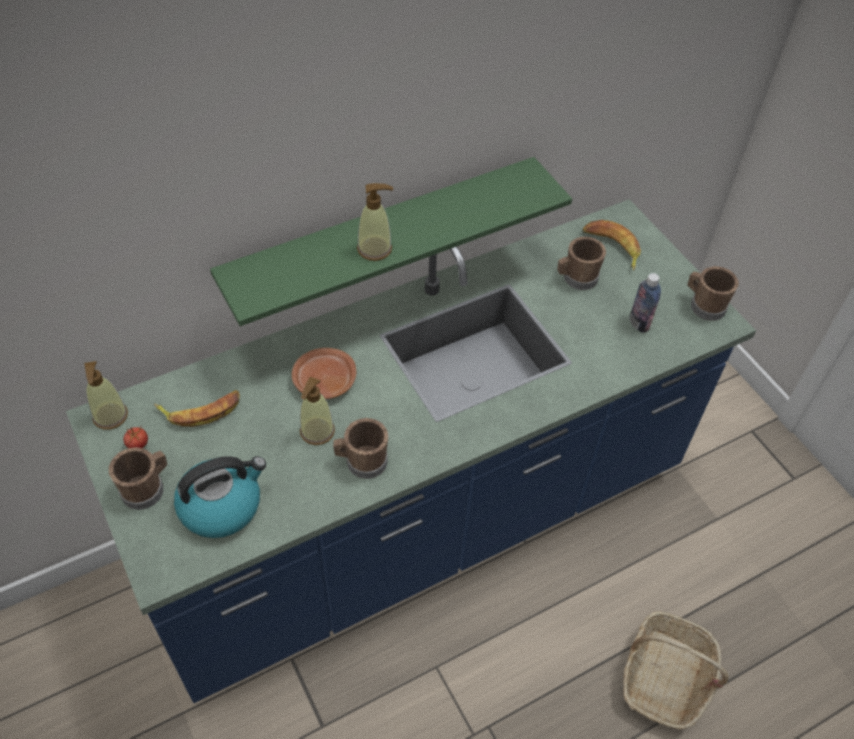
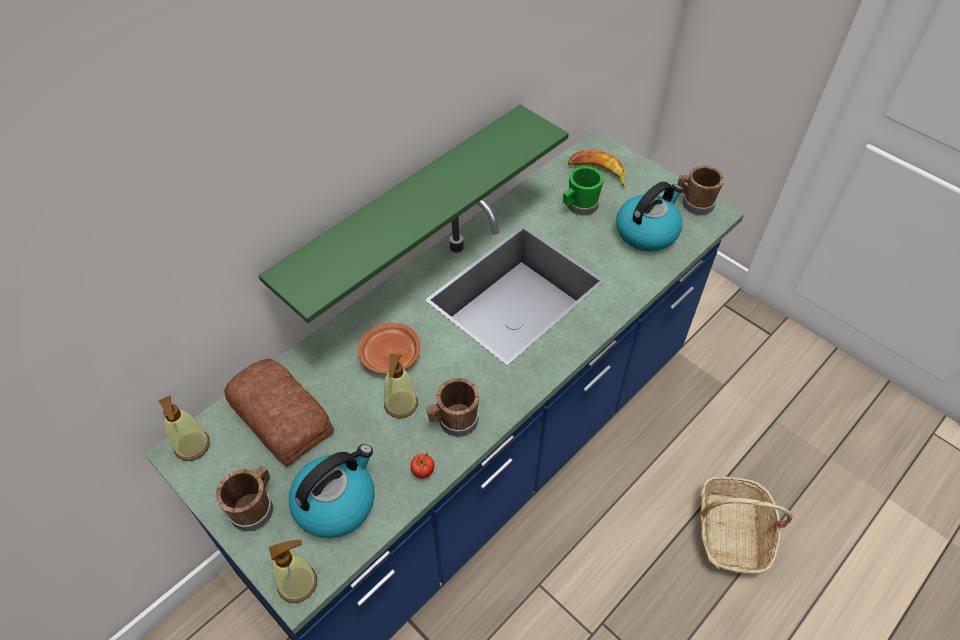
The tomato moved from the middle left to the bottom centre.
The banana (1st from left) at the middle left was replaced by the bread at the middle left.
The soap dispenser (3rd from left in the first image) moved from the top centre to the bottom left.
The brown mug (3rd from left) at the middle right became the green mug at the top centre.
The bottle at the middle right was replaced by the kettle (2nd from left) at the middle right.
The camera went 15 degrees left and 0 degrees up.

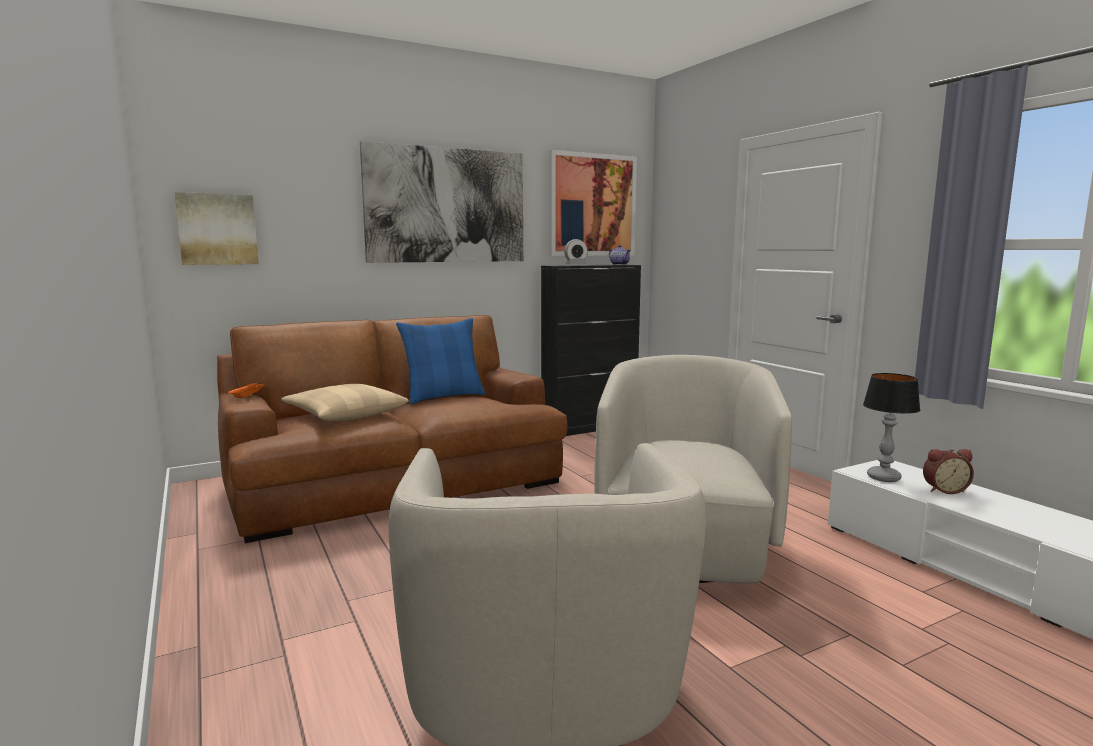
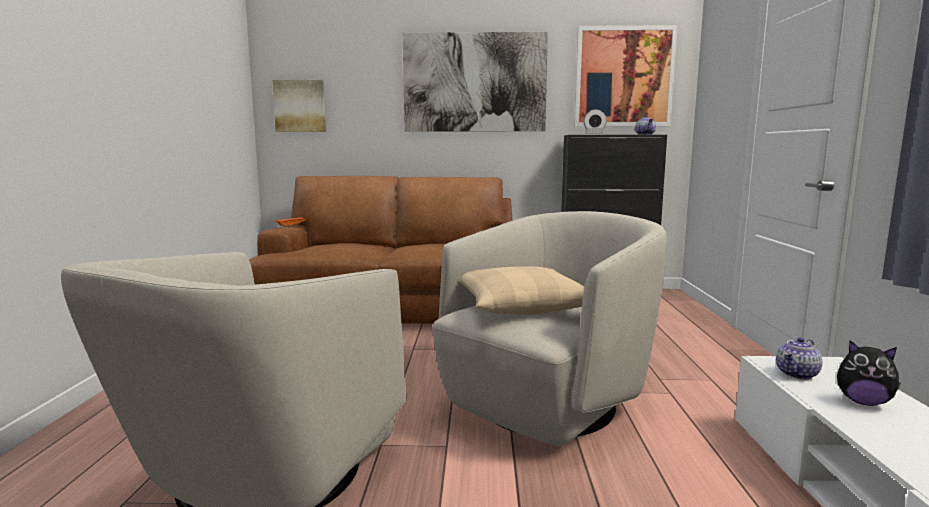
The beige pillow moved from the middle left to the centre.
The blue pillow at the centre disappeared.
The table lamp at the middle right was replaced by the teapot (2nd from left) at the bottom right.
The alarm clock (2nd from left) at the middle right was replaced by the plush toy at the bottom right.
The camera went 30 degrees right and 0 degrees up.

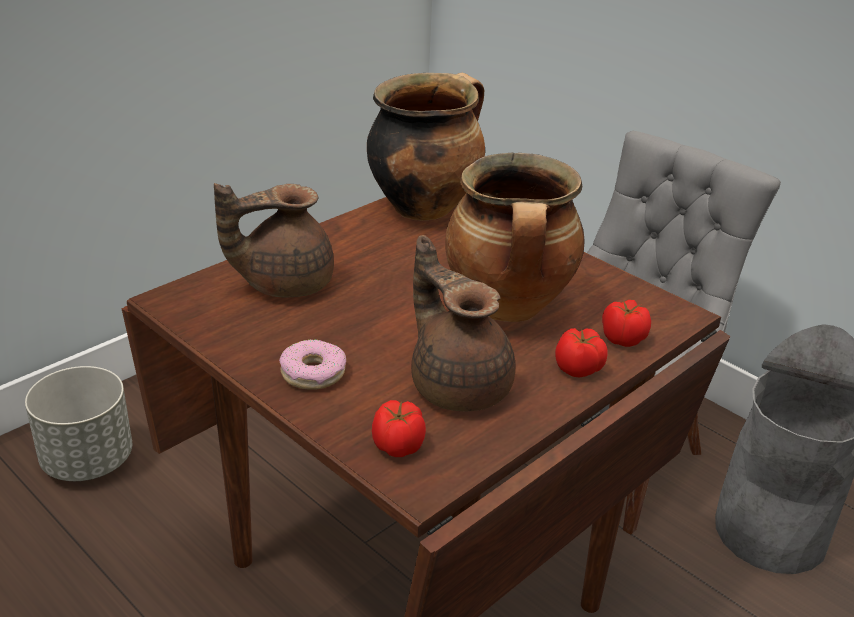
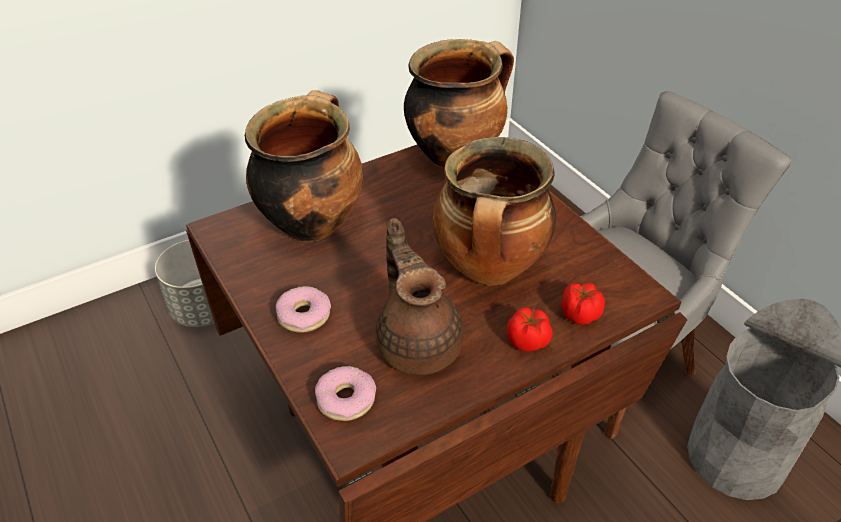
The brown teapot (1st from left) at the middle left was replaced by the cooking pot (1st from left) at the top centre.
The tomato (1st from left) at the bottom centre was replaced by the donut (2nd from left) at the bottom centre.
The camera went 15 degrees right and 10 degrees up.

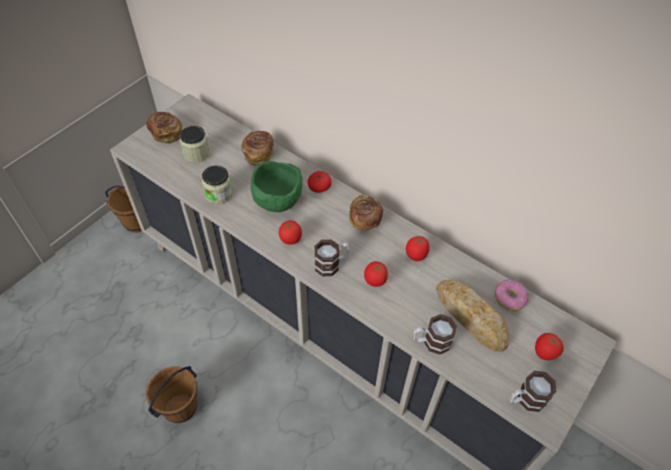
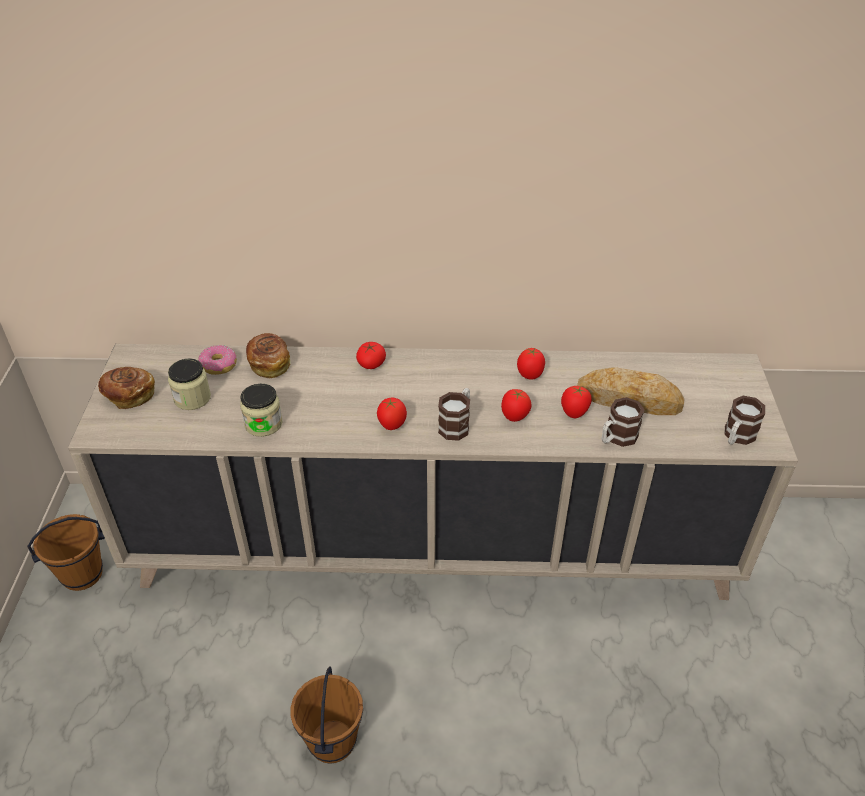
The green bowl at the centre disappeared.
The bread (3rd from left) at the centre disappeared.
The donut moved from the middle right to the middle left.
The tomato (5th from left) moved from the bottom right to the centre.
The camera went 35 degrees left and 10 degrees down.

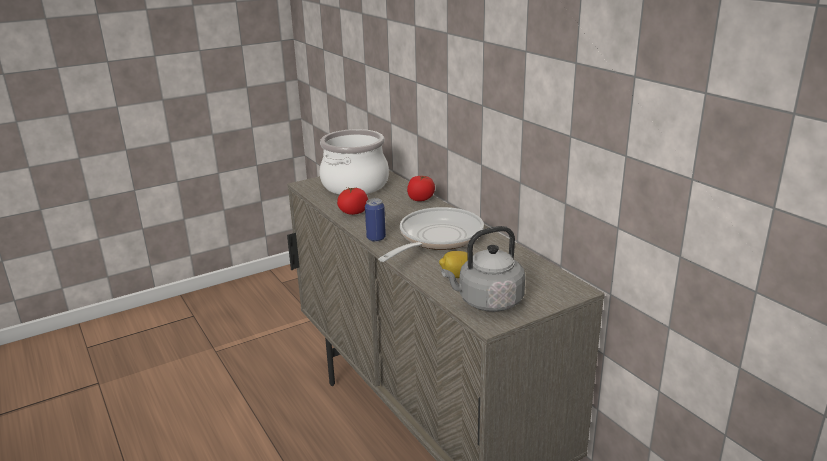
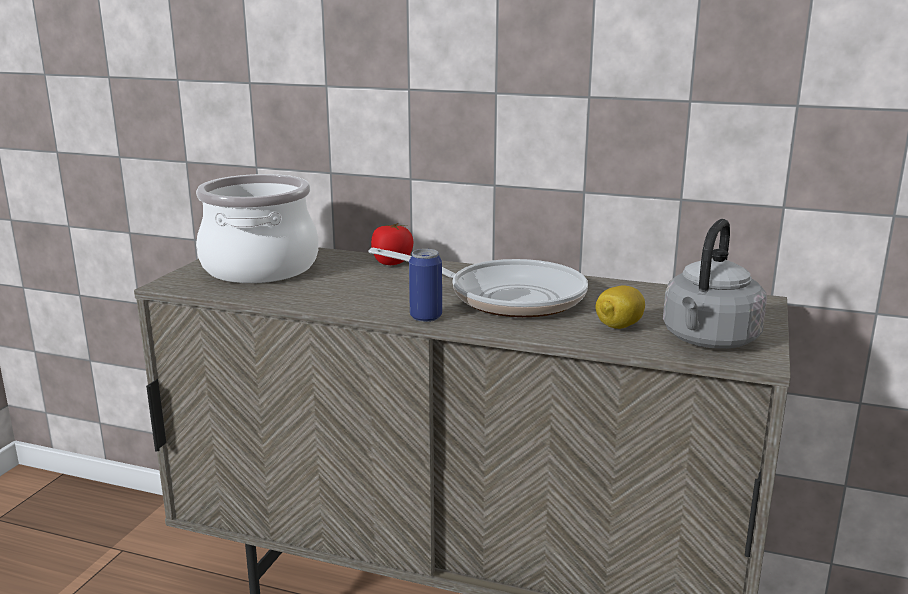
The tomato (1st from left) at the centre disappeared.
The frying pan at the centre turned 120 degrees clockwise.
The camera went 40 degrees left and 5 degrees down.

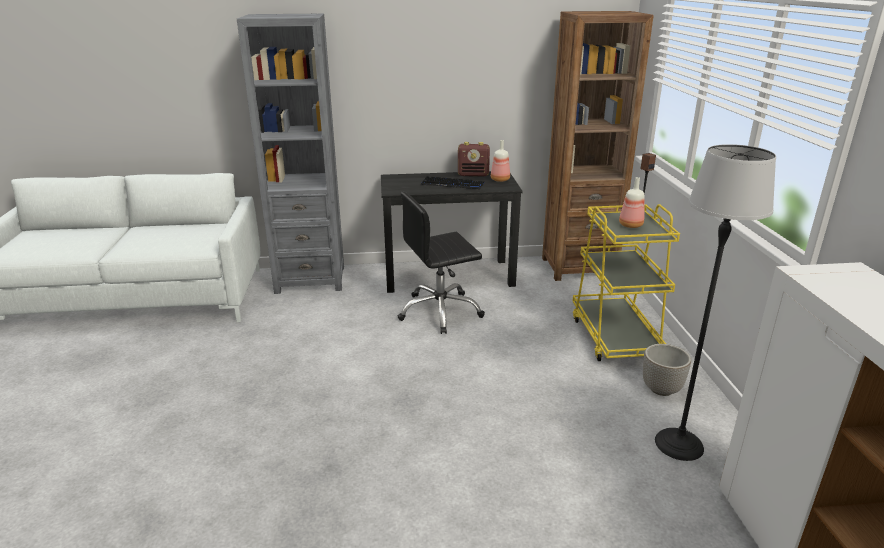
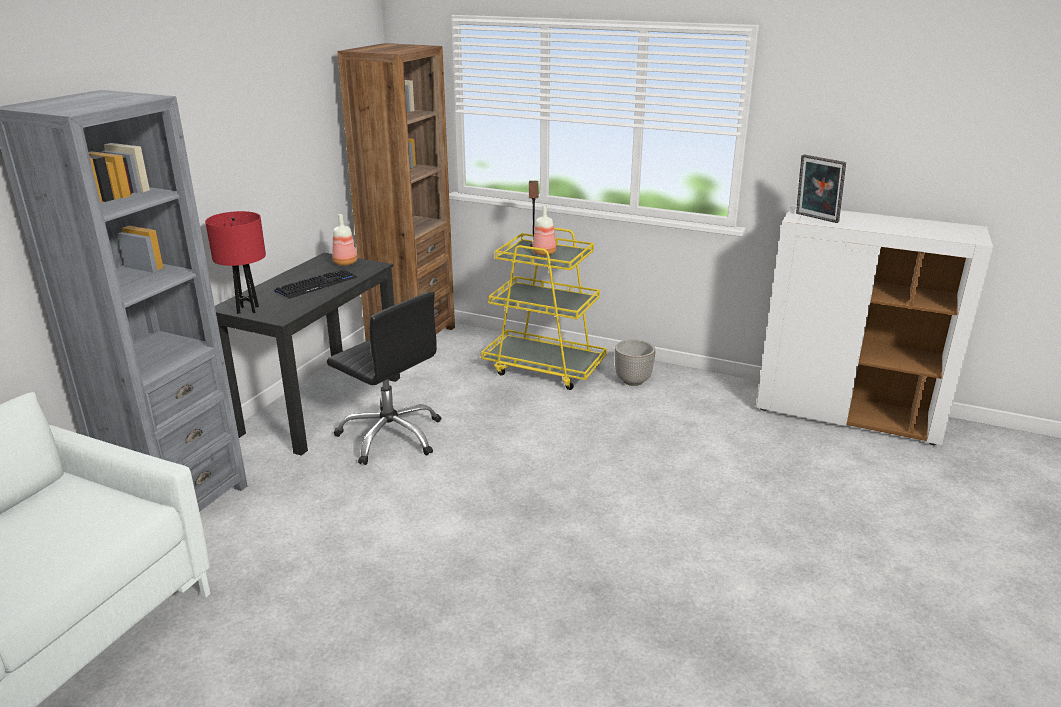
The black office chair at the centre turned 60 degrees counterclockwise.
The radio at the top centre disappeared.
The floor lamp at the middle right disappeared.
The red table lamp at the middle left appeared.
The picture frame at the top right appeared.
The camera went 60 degrees left and 0 degrees up.

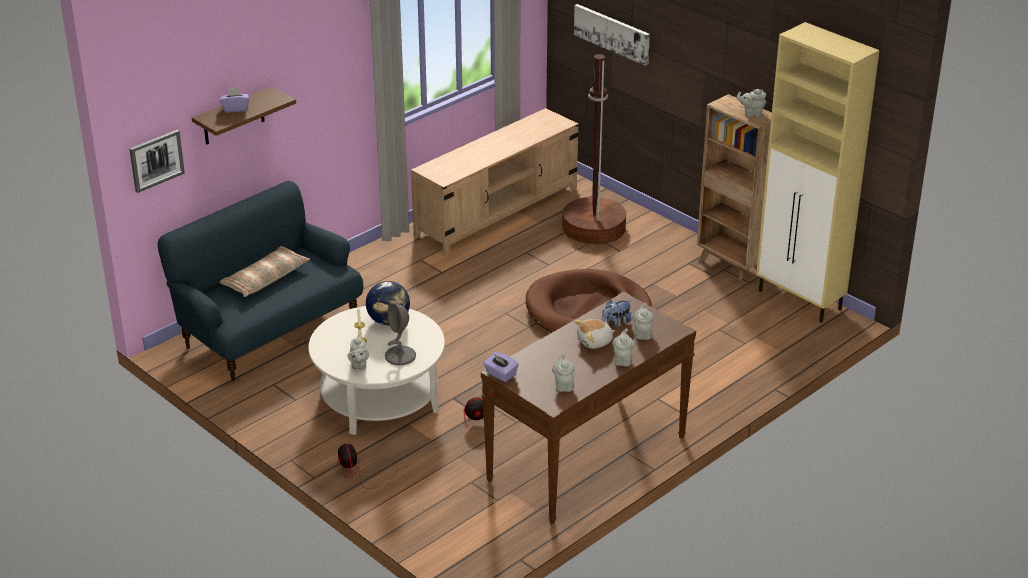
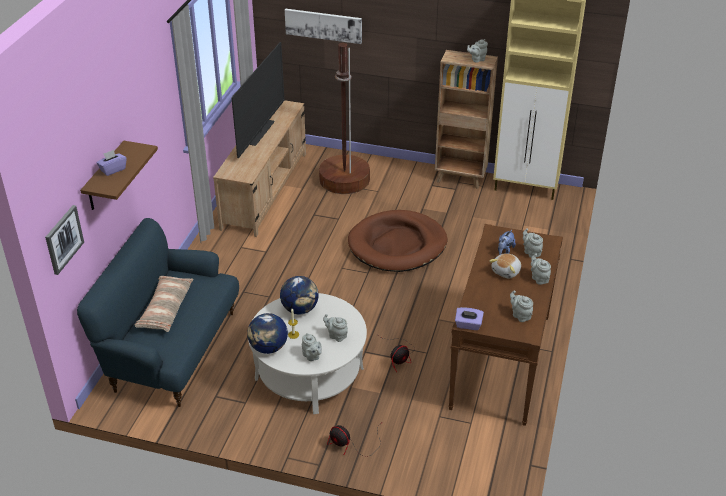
The grey table lamp at the centre was replaced by the grey teapot (2nd from left) at the centre.
The television at the top centre appeared.
The globe (1st from left) at the bottom centre appeared.
The camera went 30 degrees left and 5 degrees up.

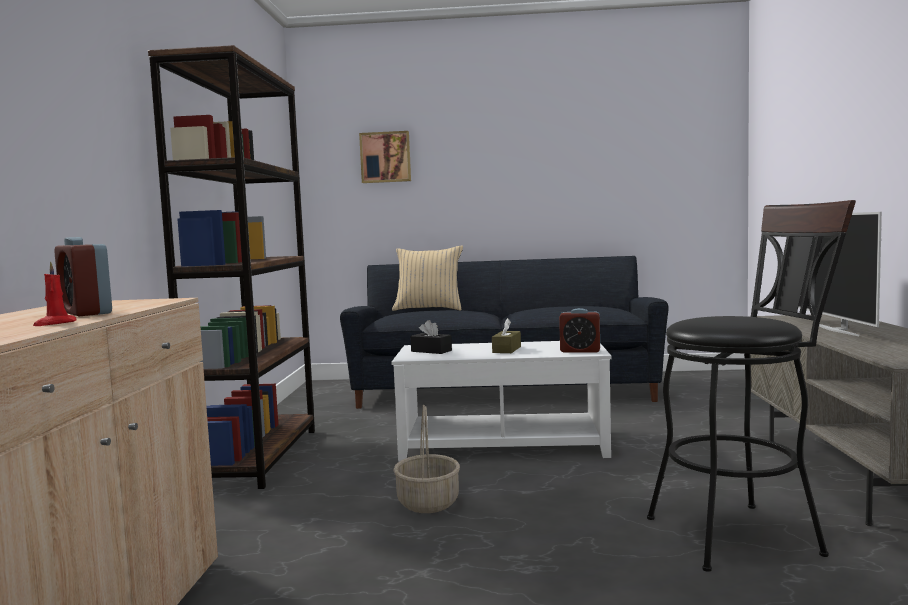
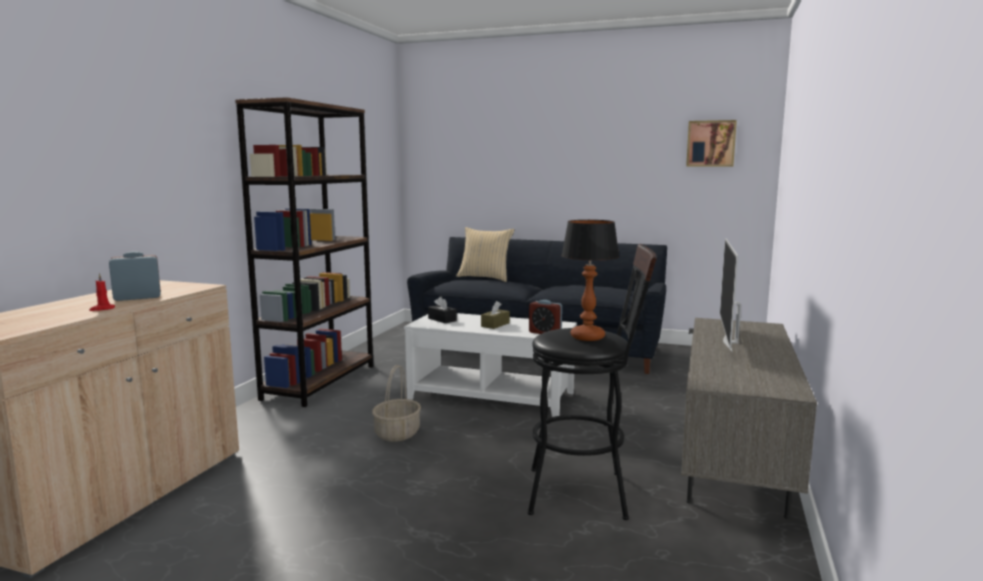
The alarm clock (1st from left) at the middle left turned 90 degrees clockwise.
The picture moved from the top centre to the top right.
The table lamp at the centre appeared.
The camera went 15 degrees right and 5 degrees up.

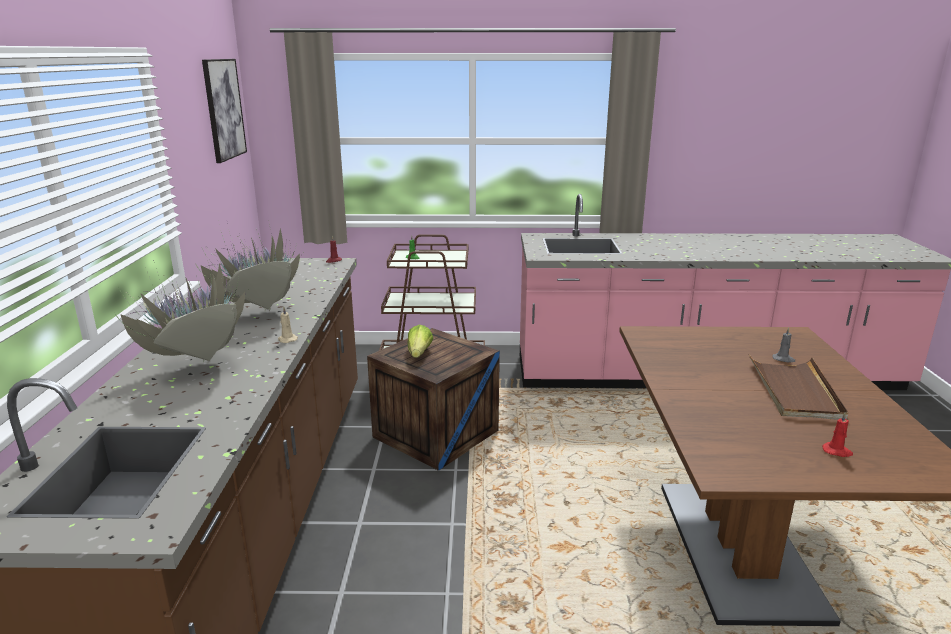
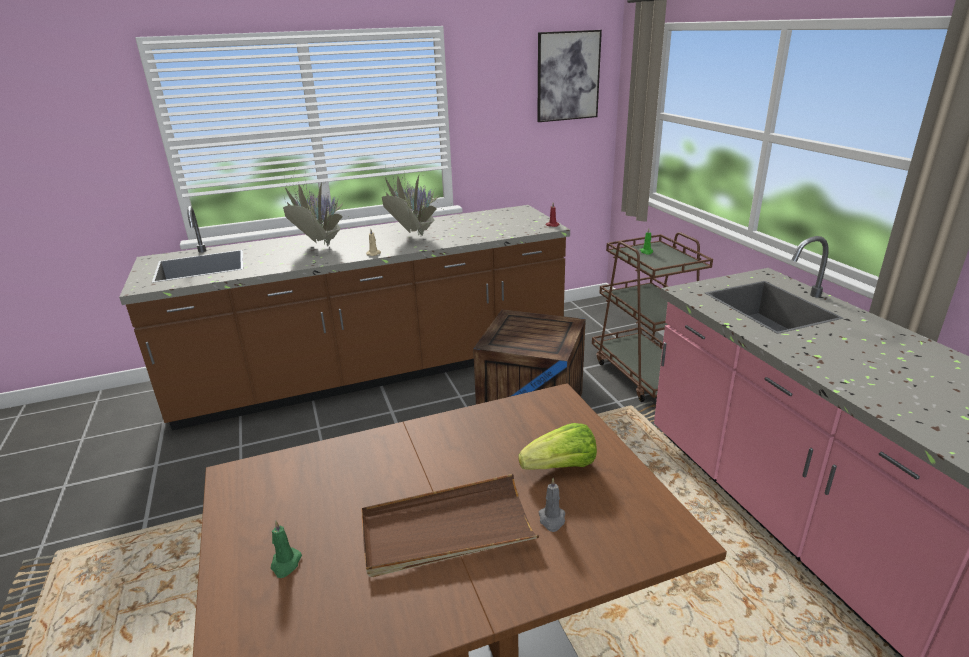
The lettuce moved from the centre to the bottom centre.
The red candle (2nd from left) at the bottom right became the green candle (1st from left) at the bottom left.
The camera went 70 degrees right and 5 degrees up.

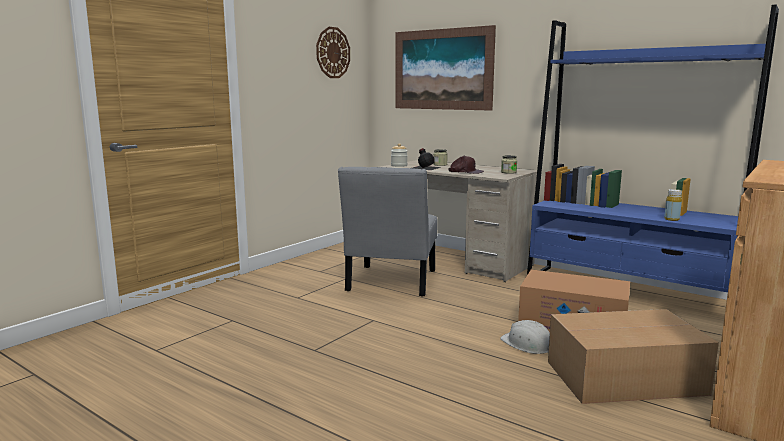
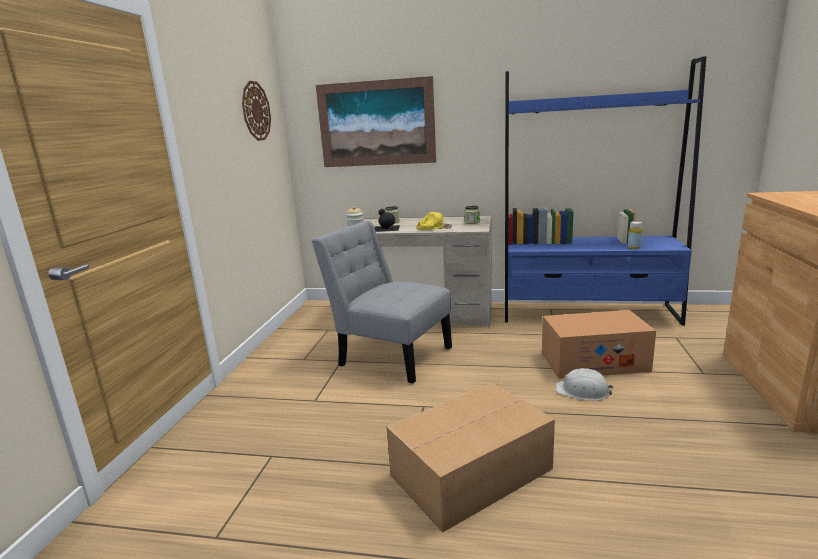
The grey chair at the centre turned 135 degrees clockwise.
The brown cap at the centre became the yellow cap at the centre.
The cardboard box (2nd from left in the first image) moved from the bottom right to the bottom centre.
The camera went 25 degrees left and 5 degrees up.

